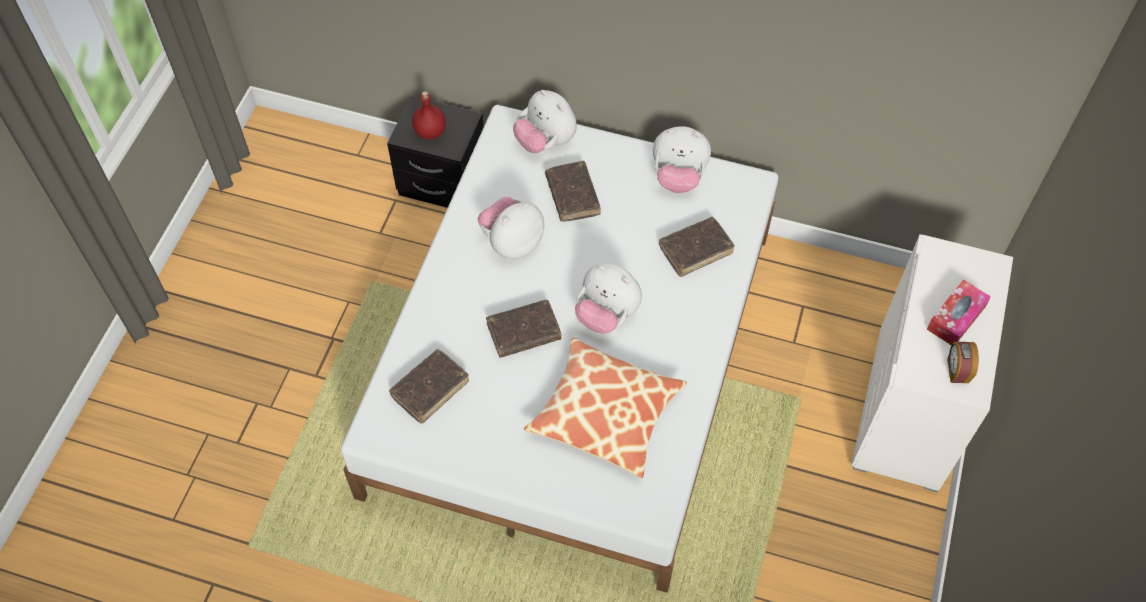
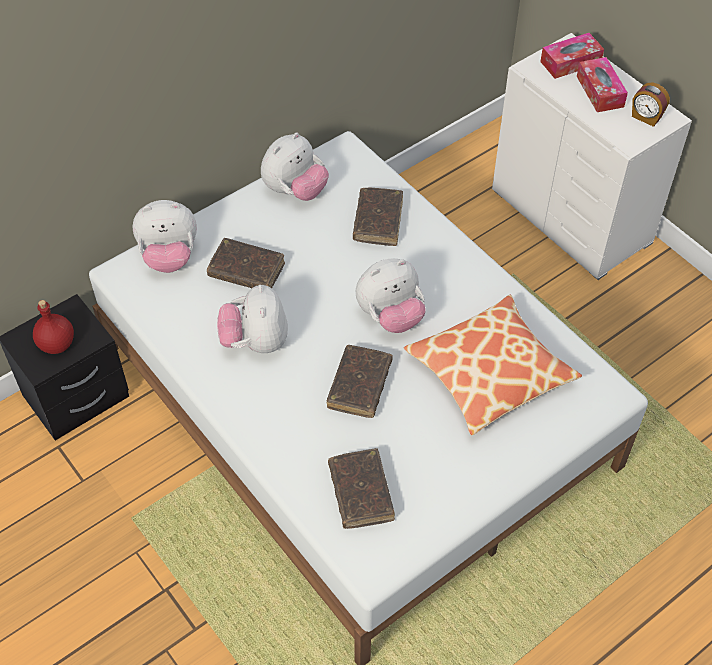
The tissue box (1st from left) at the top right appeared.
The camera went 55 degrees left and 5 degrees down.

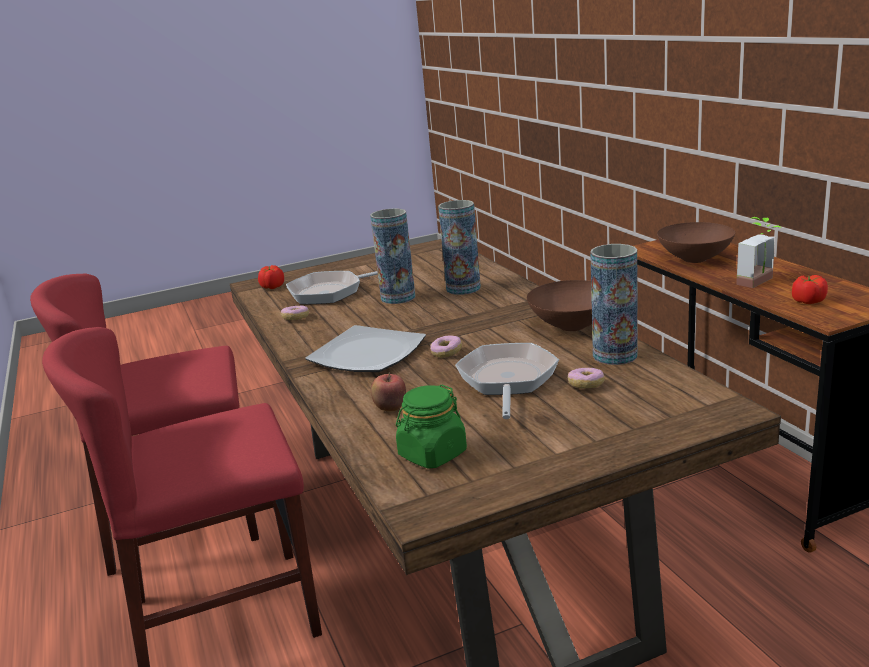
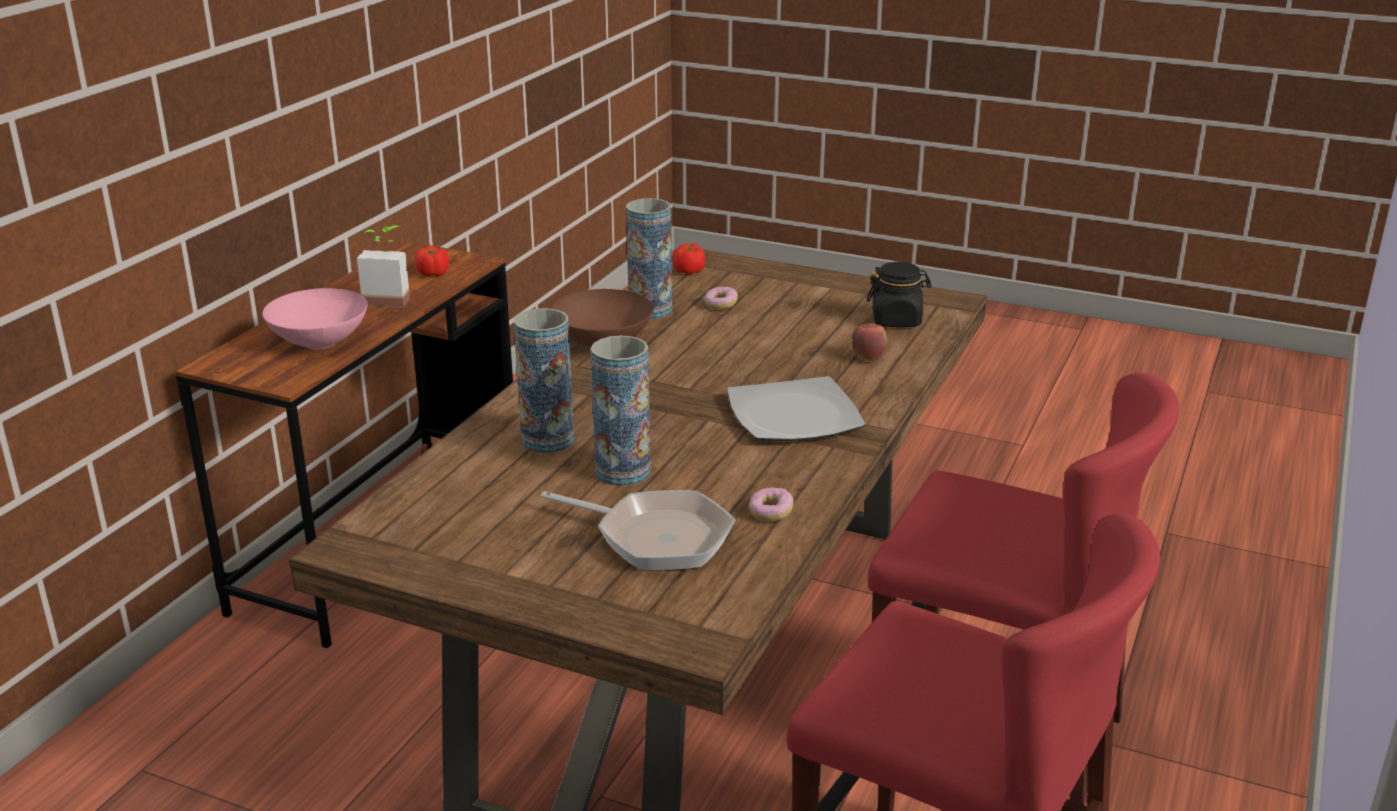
The tomato (1st from left in the first image) moved from the middle left to the top centre.
The green jar at the centre became the black jar at the centre.
The donut (2nd from left) at the centre disappeared.
The frying pan (2nd from left) at the centre disappeared.
The brown bowl (2nd from left) at the middle right became the pink bowl at the middle left.
The camera went 135 degrees left and 5 degrees up.

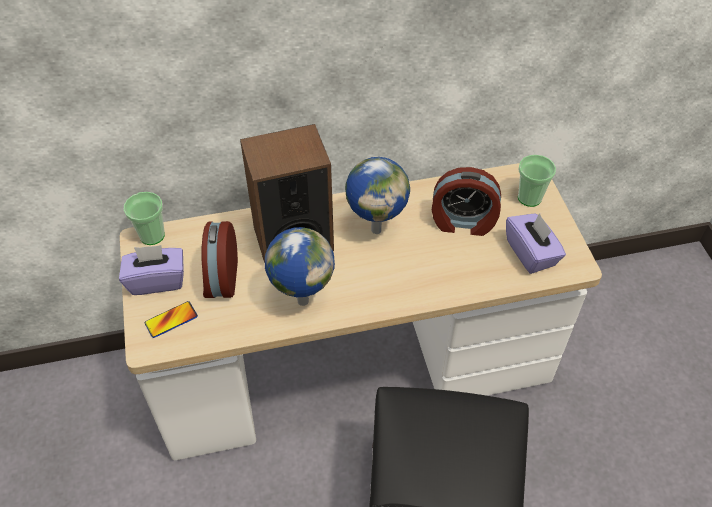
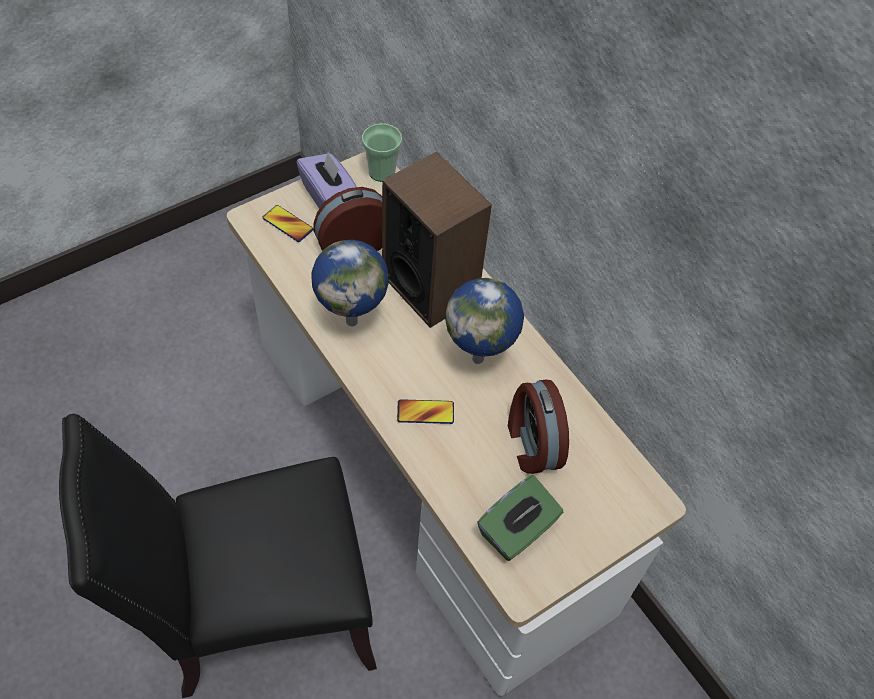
The purple tissue box (2nd from left) at the middle right became the green tissue box at the bottom centre.
The cup (2nd from left) at the middle right disappeared.
The phone (2nd from left) at the centre appeared.
The camera went 65 degrees right and 5 degrees up.

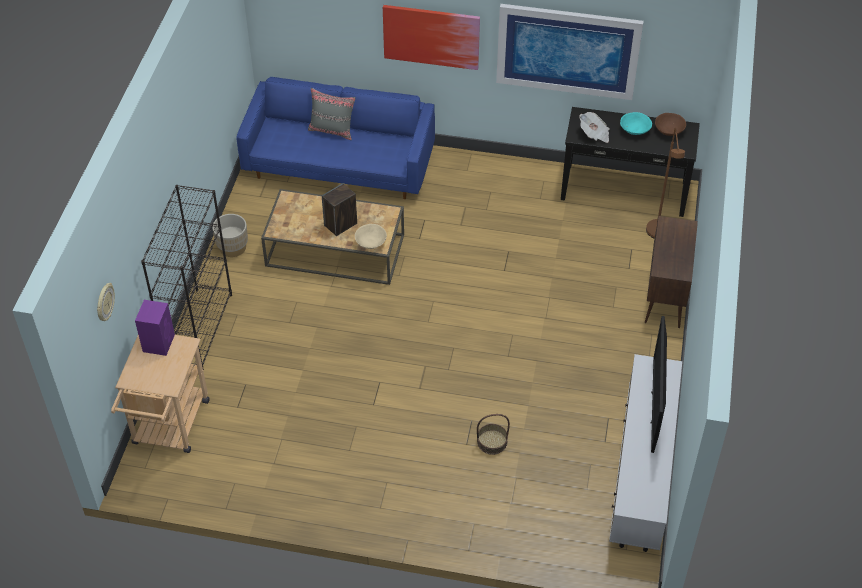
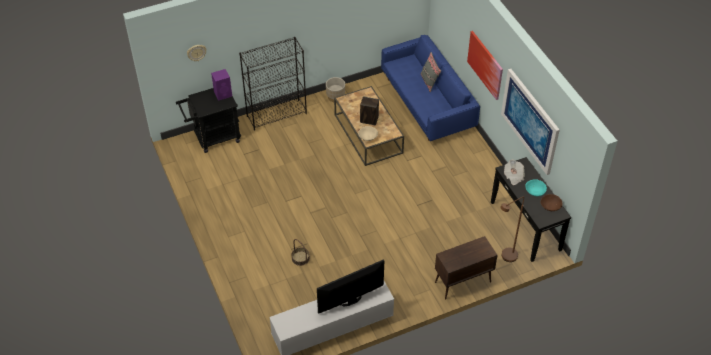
The beige cart at the bottom left became the black cart at the middle left.
The camera went 55 degrees right and 0 degrees up.

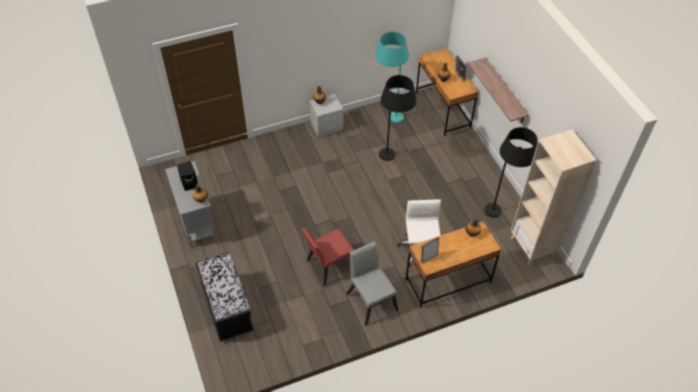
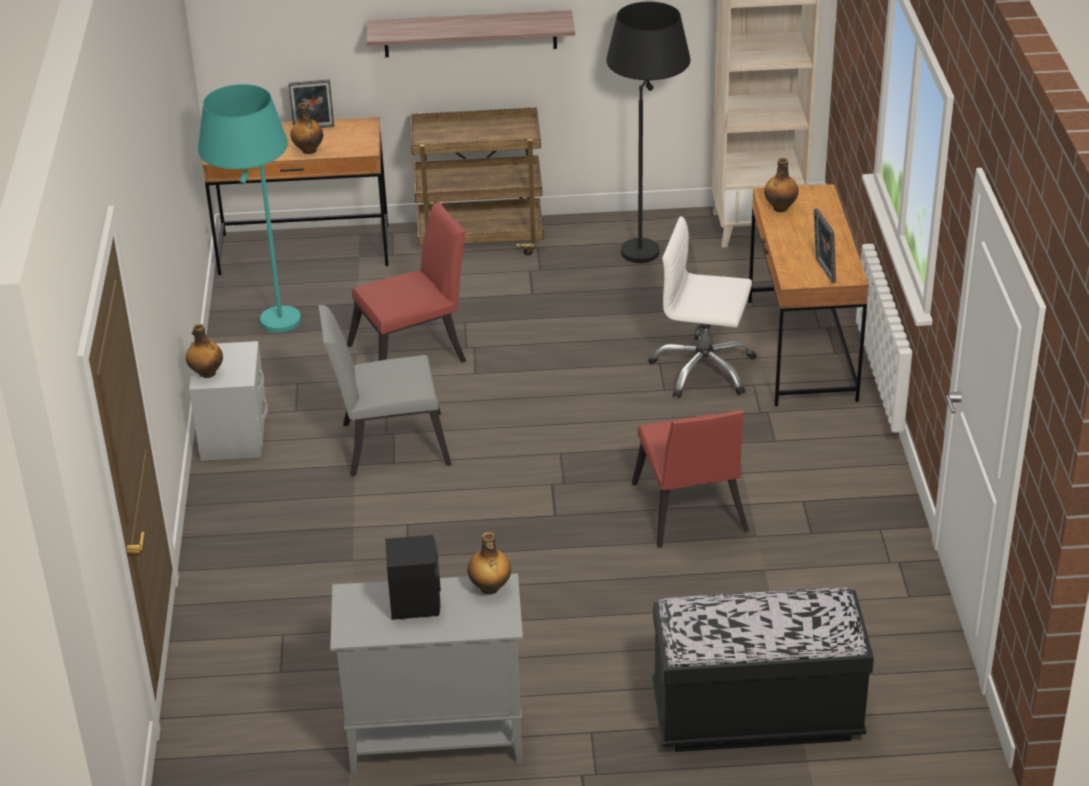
The grey chair moved from the bottom centre to the centre.
The black floor lamp (1st from left) at the top centre was replaced by the red chair (1st from left) at the centre.
The brown cart at the top centre appeared.
The camera went 70 degrees left and 15 degrees down.

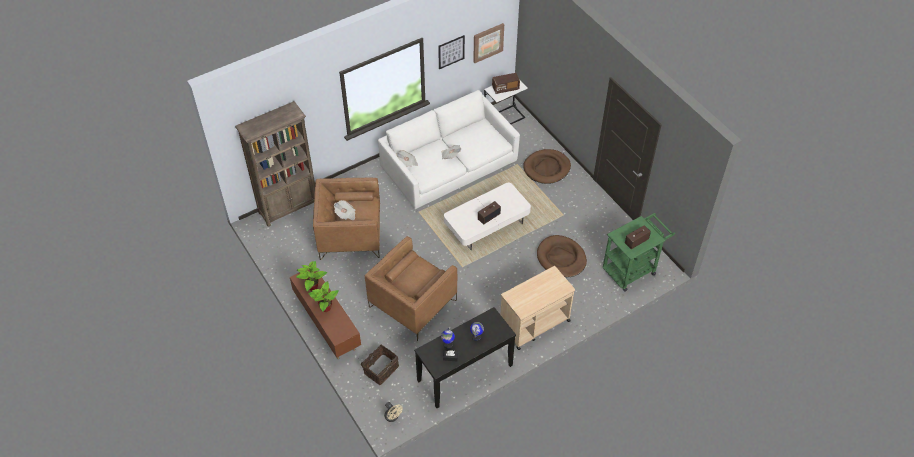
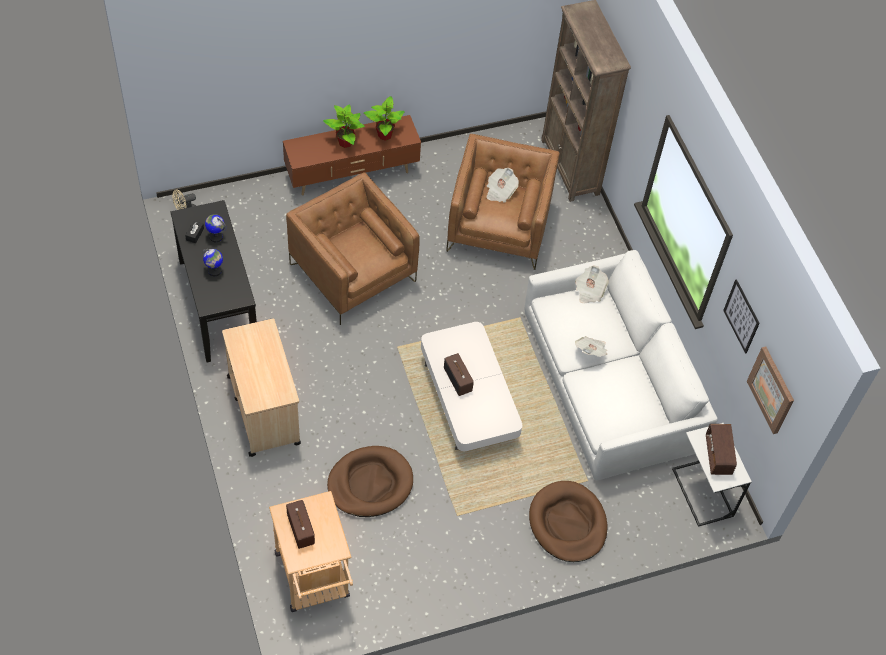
The basket at the bottom centre disappeared.
The green cart at the middle right became the beige cart (2nd from left) at the bottom centre.
The camera went 100 degrees right and 5 degrees up.

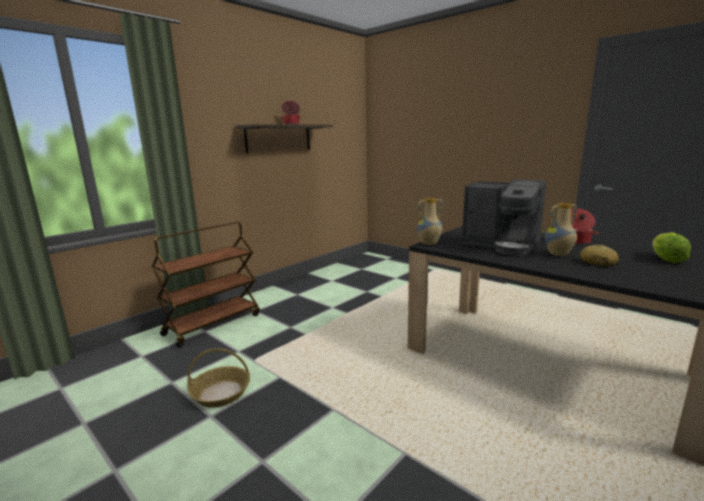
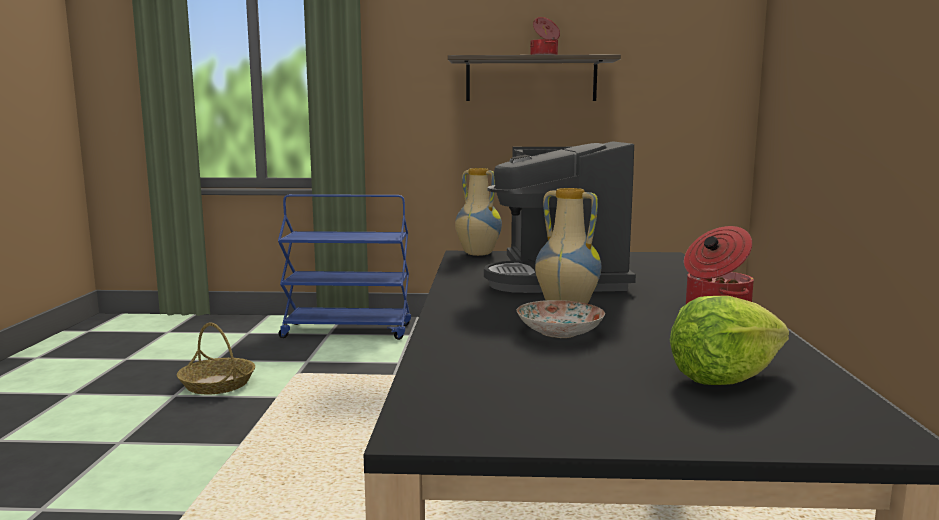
The brown cart at the middle left became the blue cart at the centre.
The bread at the middle right was replaced by the plate at the centre.
The camera went 50 degrees right and 5 degrees down.

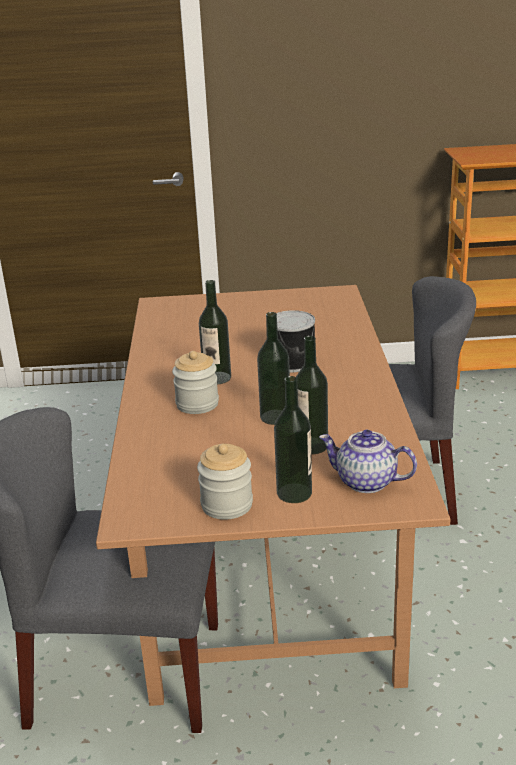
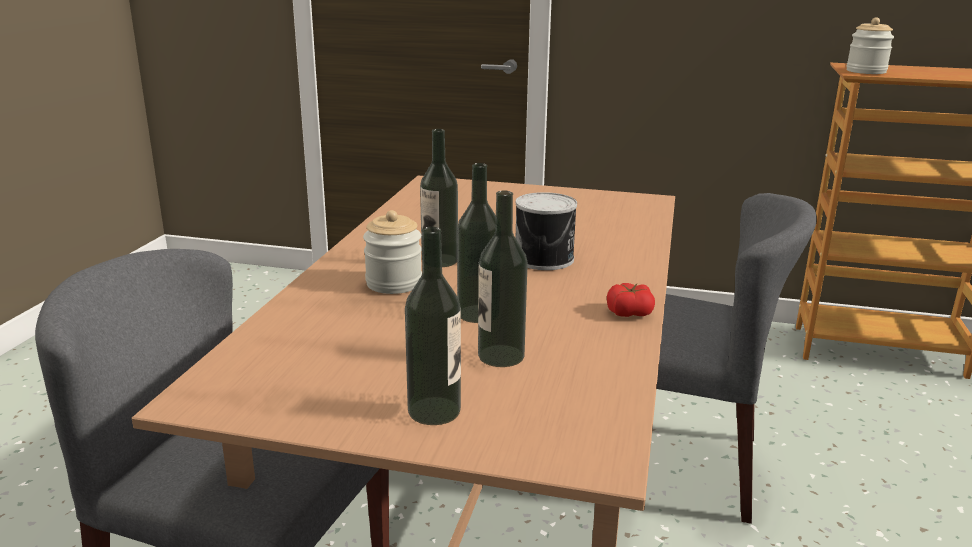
The jar (2nd from left) moved from the centre to the top right.
The teapot at the middle right disappeared.
The tomato at the centre appeared.
The camera went 15 degrees right and 5 degrees down.

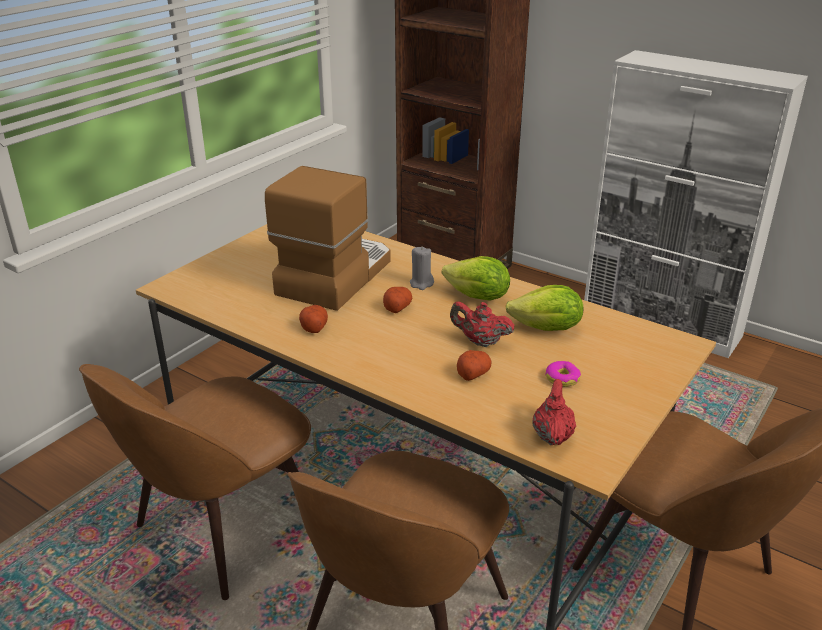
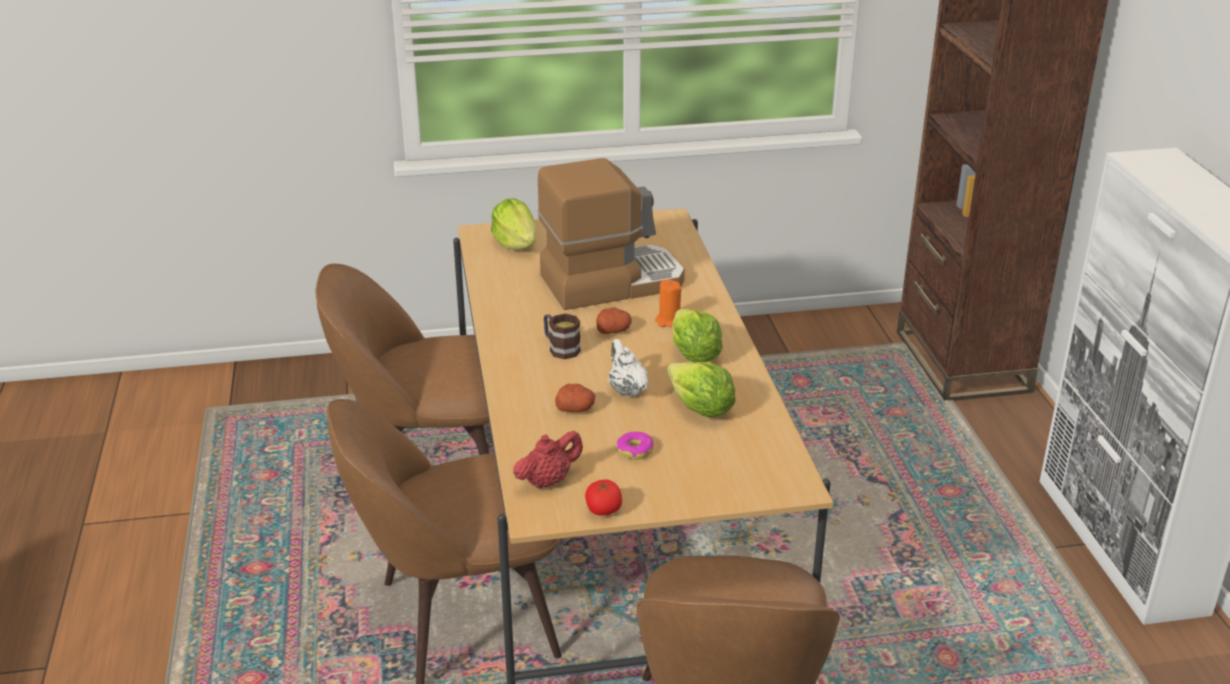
The potato (1st from left) at the centre disappeared.
The grey candle at the centre became the orange candle at the centre.
The red teapot (1st from left) at the centre became the white teapot at the centre.
The lettuce (1st from left) at the top centre appeared.
The mug at the centre appeared.
The tomato at the bottom centre appeared.
The camera went 45 degrees right and 0 degrees up.

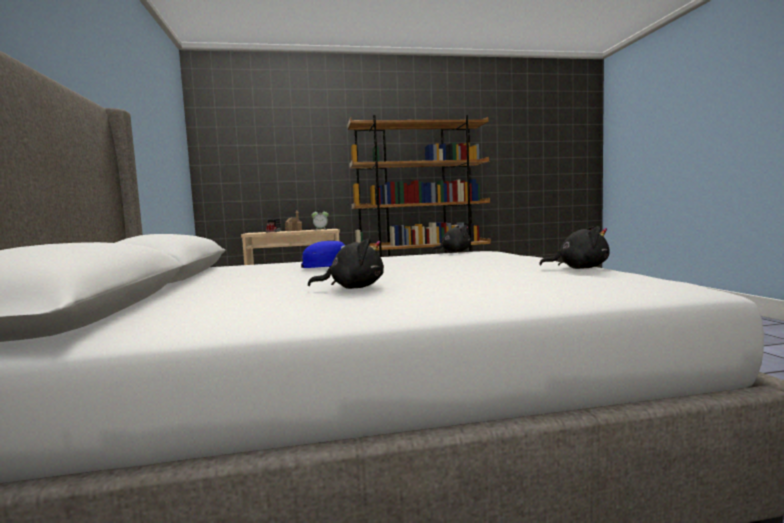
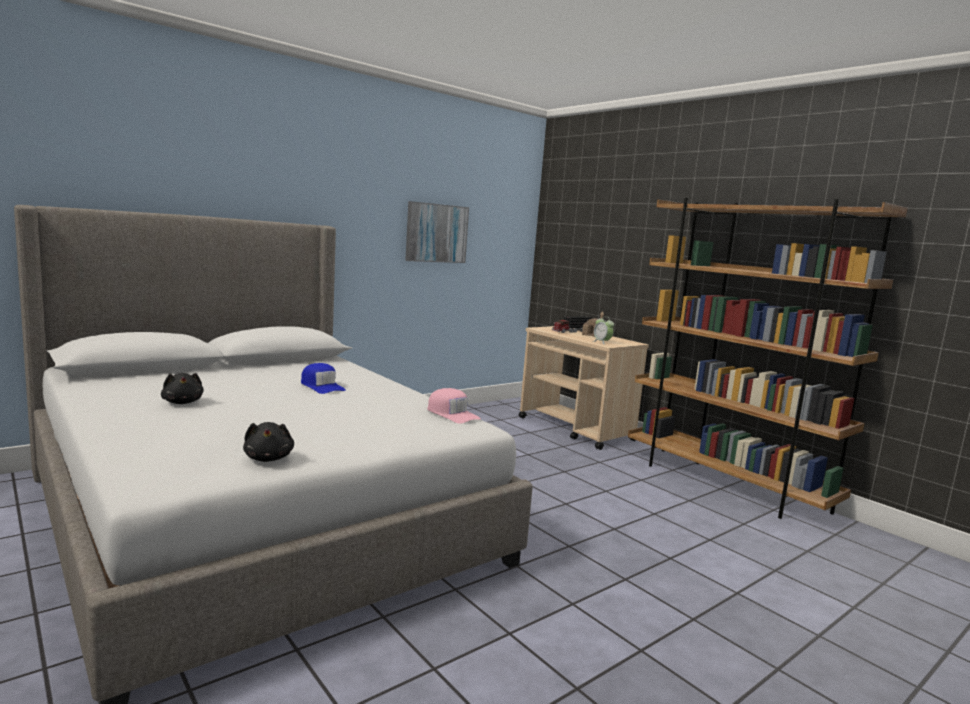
The black plush toy (2nd from left) at the centre was replaced by the pink cap at the centre.
The picture at the top centre appeared.
The camera went 60 degrees right and 5 degrees up.

